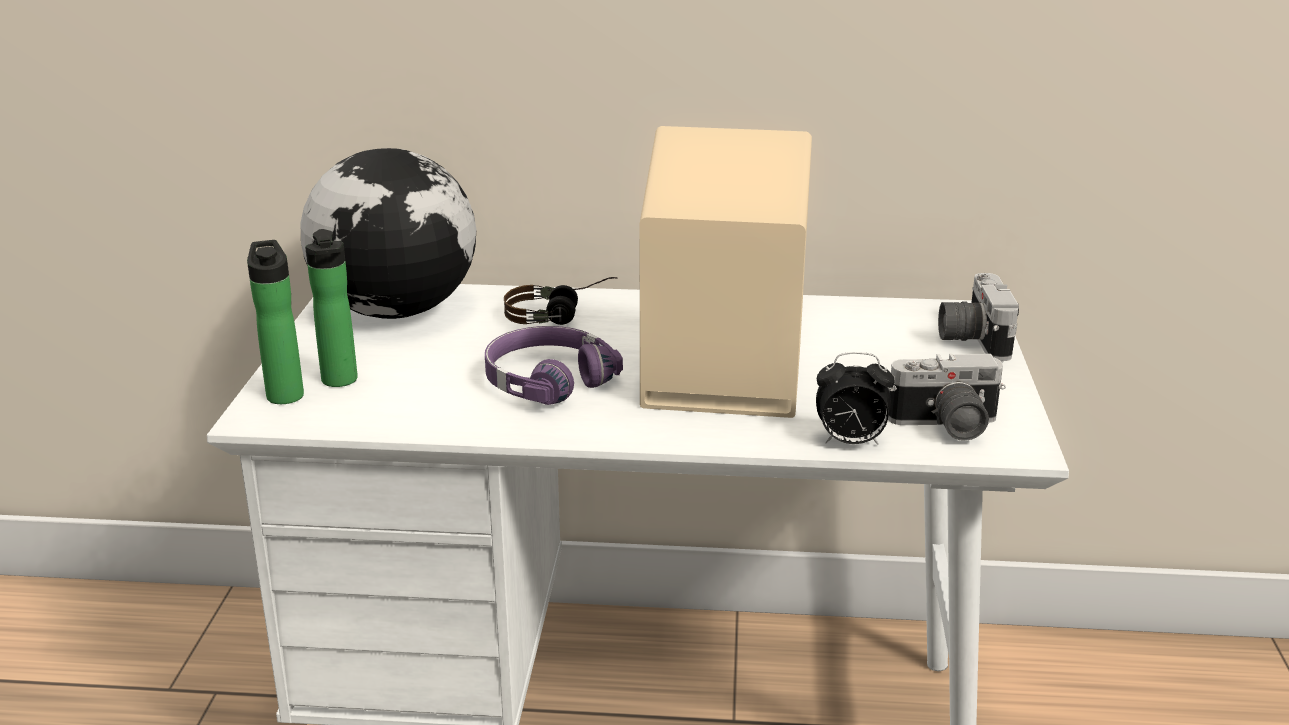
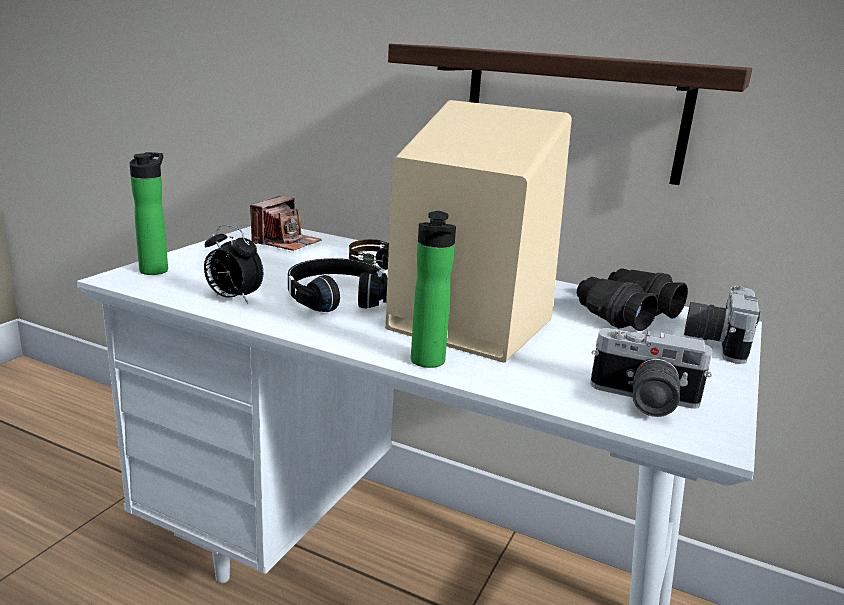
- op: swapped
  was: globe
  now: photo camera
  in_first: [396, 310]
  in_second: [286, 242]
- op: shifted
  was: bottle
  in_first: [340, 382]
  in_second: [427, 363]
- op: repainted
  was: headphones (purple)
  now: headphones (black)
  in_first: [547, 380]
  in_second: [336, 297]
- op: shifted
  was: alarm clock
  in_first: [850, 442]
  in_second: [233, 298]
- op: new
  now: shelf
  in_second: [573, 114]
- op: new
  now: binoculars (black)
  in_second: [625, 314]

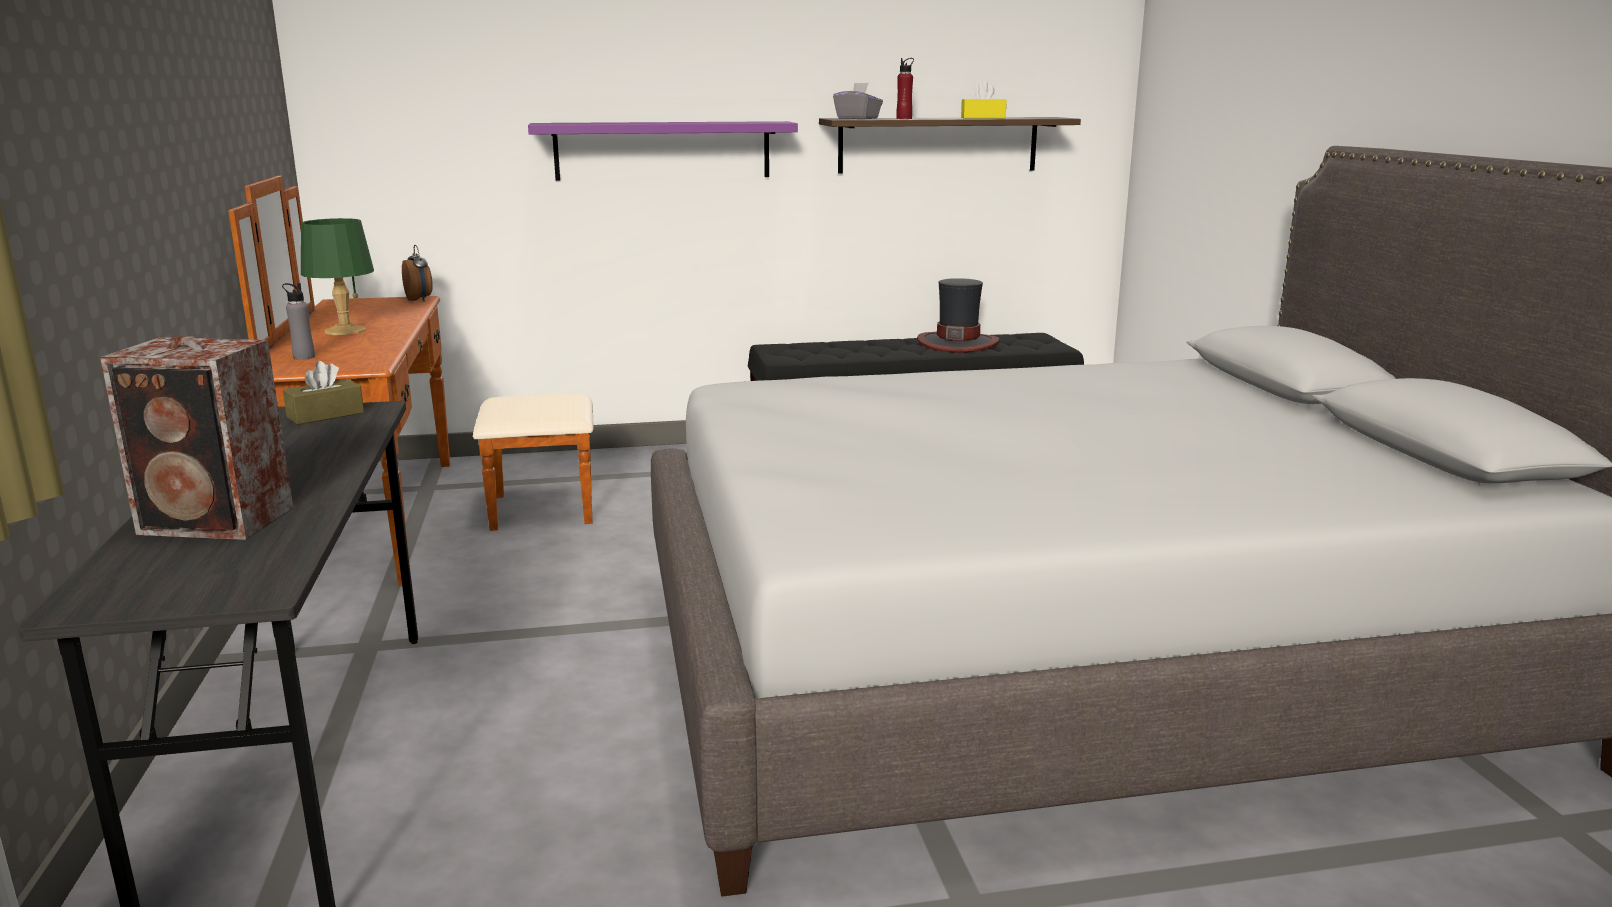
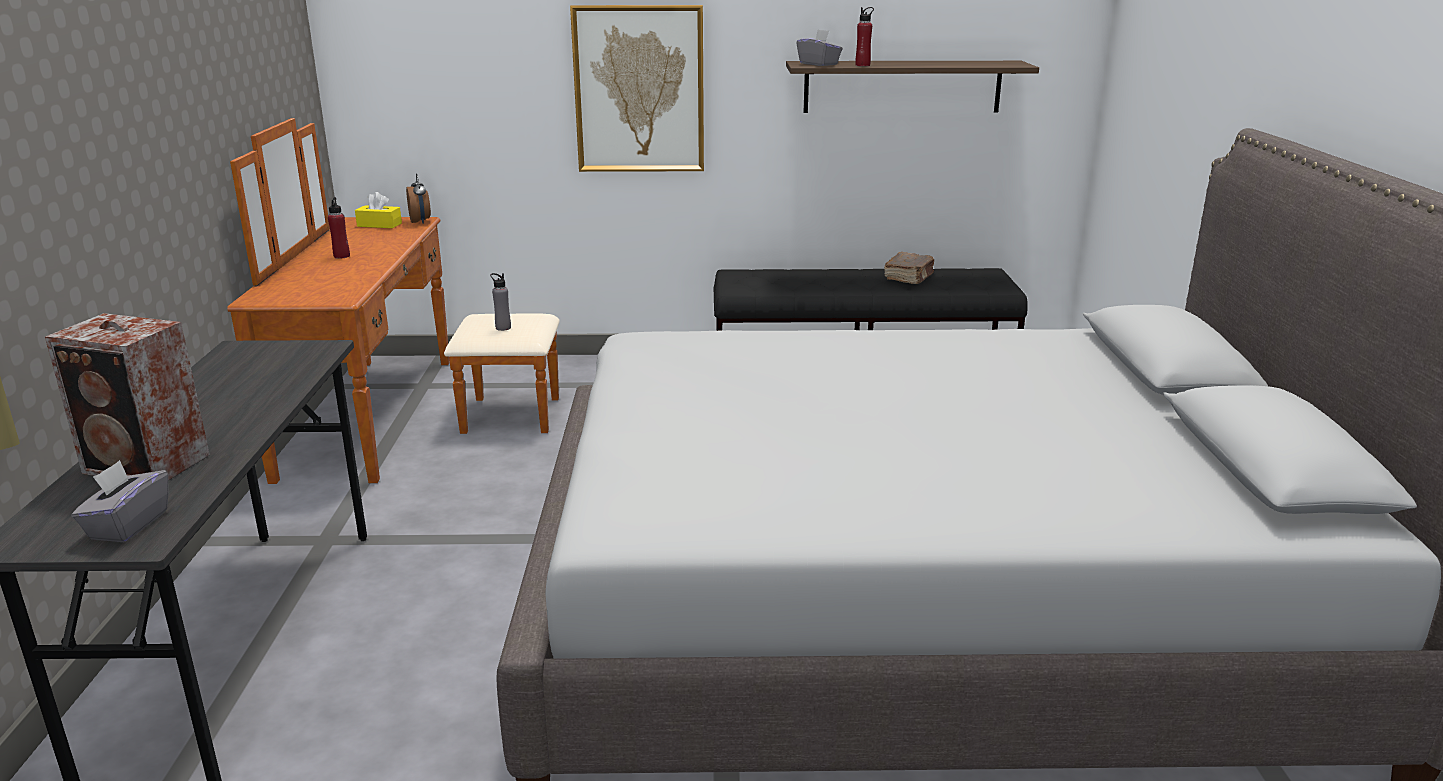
- op: shifted
  was: bottle (grey)
  in_first: [304, 357]
  in_second: [503, 328]
- op: gone
  was: tissue box (brown)
  in_first: [325, 415]
- op: swapped
  was: table lamp (green)
  now: bottle (red)
  in_first: [345, 330]
  in_second: [342, 256]
- op: swapped
  was: shelf (purple)
  now: picture
  in_first: [663, 150]
  in_second: [639, 89]
- op: swapped
  was: hat
  now: book (brown)
  in_first: [957, 343]
  in_second: [909, 278]
- op: shifted
  was: tissue box (yellow)
  in_first: [983, 118]
  in_second: [379, 225]
- op: new
  now: tissue box (grey)
  in_second: [128, 525]

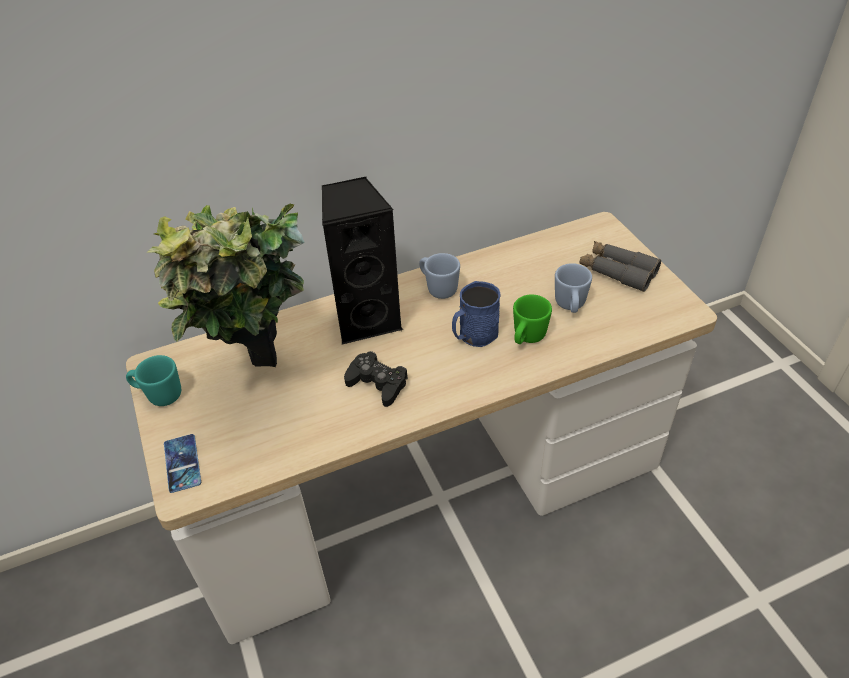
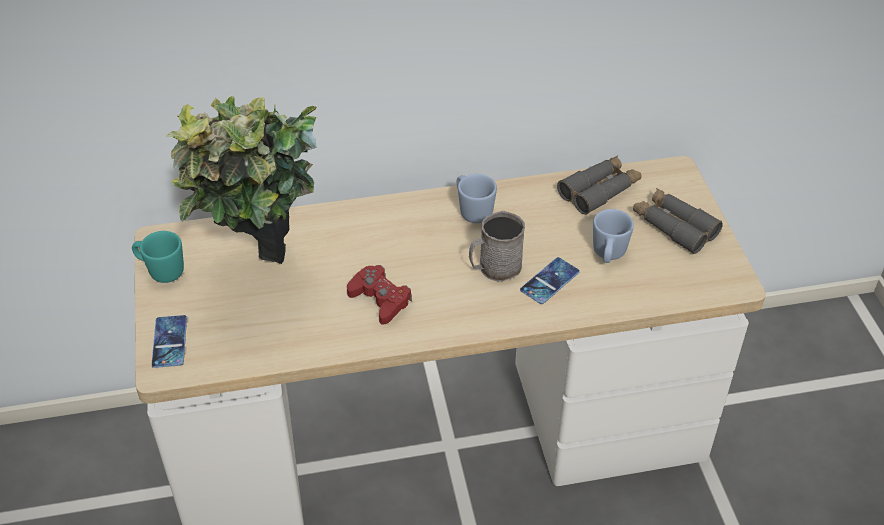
- op: gone
  was: speaker (black)
  in_first: [367, 319]
- op: repainted
  was: game controller (black)
  now: game controller (red)
  in_first: [377, 383]
  in_second: [380, 299]
- op: repainted
  was: mug (blue)
  now: mug (grey)
  in_first: [474, 335]
  in_second: [494, 268]
- op: swapped
  was: mug (green)
  now: phone
  in_first: [527, 338]
  in_second: [549, 281]
- op: new
  now: binoculars (grey)
  in_second: [599, 190]

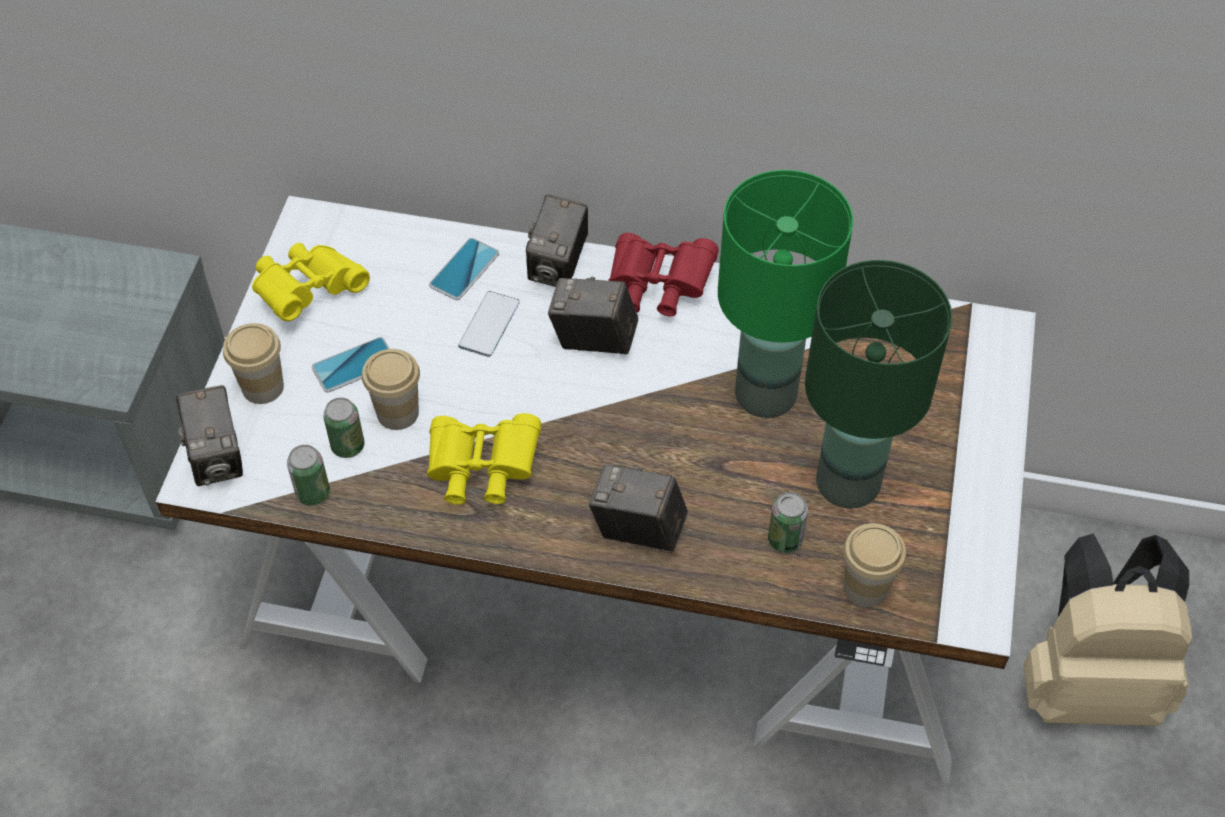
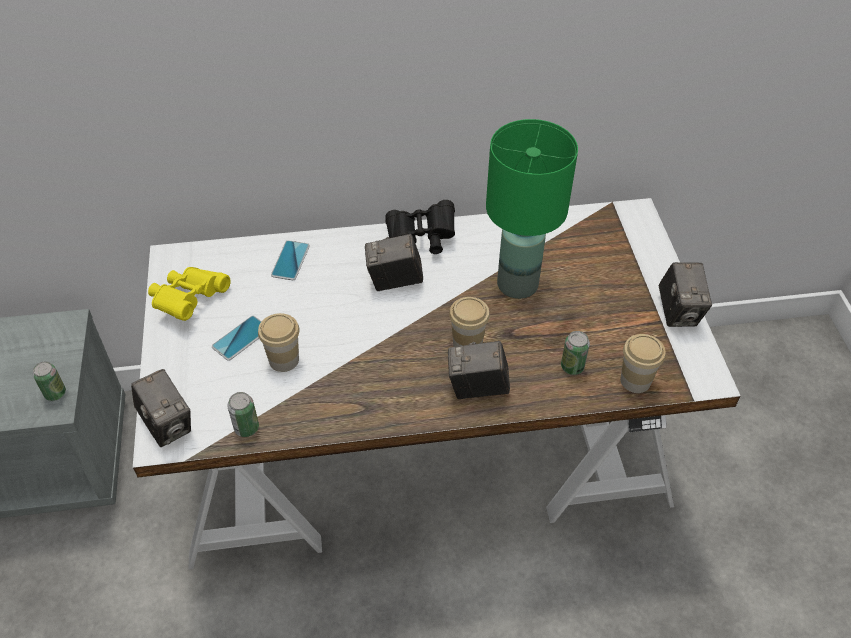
- op: shifted
  was: cup
  in_first: [263, 387]
  in_second: [467, 343]
- op: shifted
  was: can
  in_first: [348, 446]
  in_second: [55, 393]
- op: gone
  was: binoculars (yellow)
  in_first: [481, 470]
- op: gone
  was: phone
  in_first: [489, 324]
- op: shifted
  was: photo camera
  in_first: [558, 266]
  in_second: [678, 312]
- op: repainted
  was: binoculars (red)
  now: binoculars (black)
  in_first: [658, 287]
  in_second: [420, 240]
- op: gone
  was: table lamp (green)
  in_first: [847, 484]
- op: gone
  was: backpack (beige)
  in_first: [1088, 683]

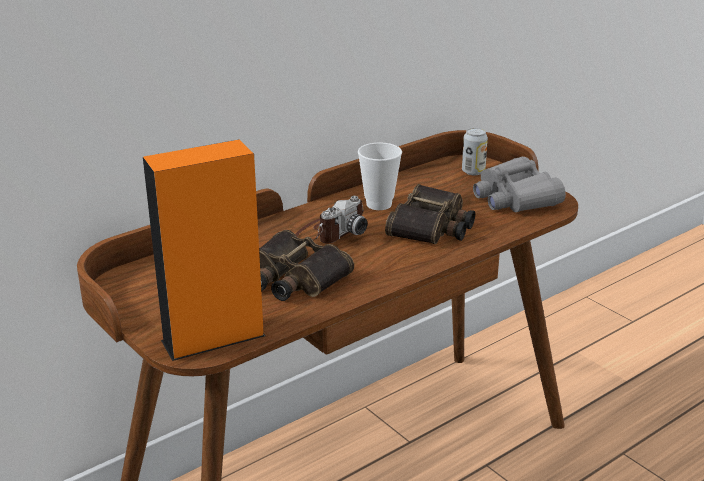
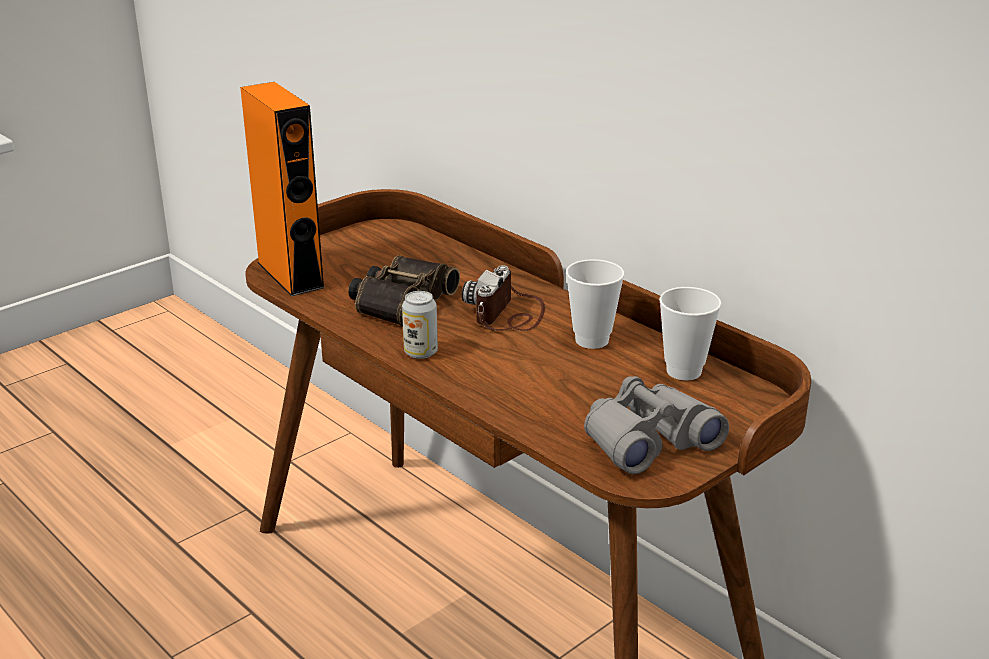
- op: rotated
  was: photo camera
  in_first: [330, 232]
  in_second: [508, 315]
  clockwise: 75
- op: gone
  was: binoculars
  in_first: [432, 226]
- op: shifted
  was: can
  in_first: [473, 171]
  in_second: [420, 352]
- op: new
  now: cup
  in_second: [684, 371]

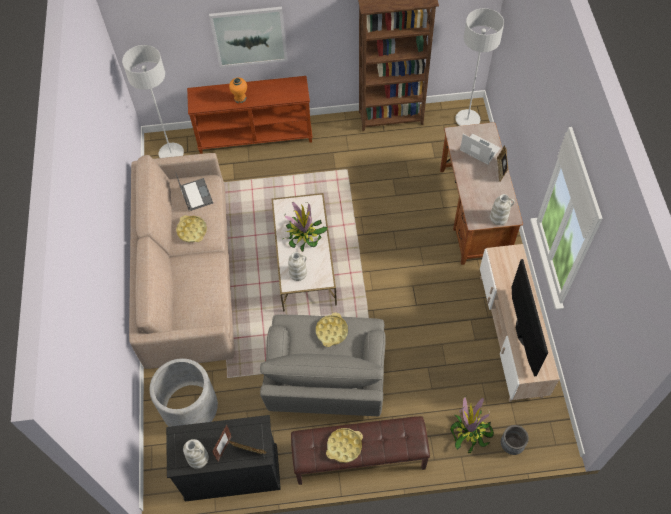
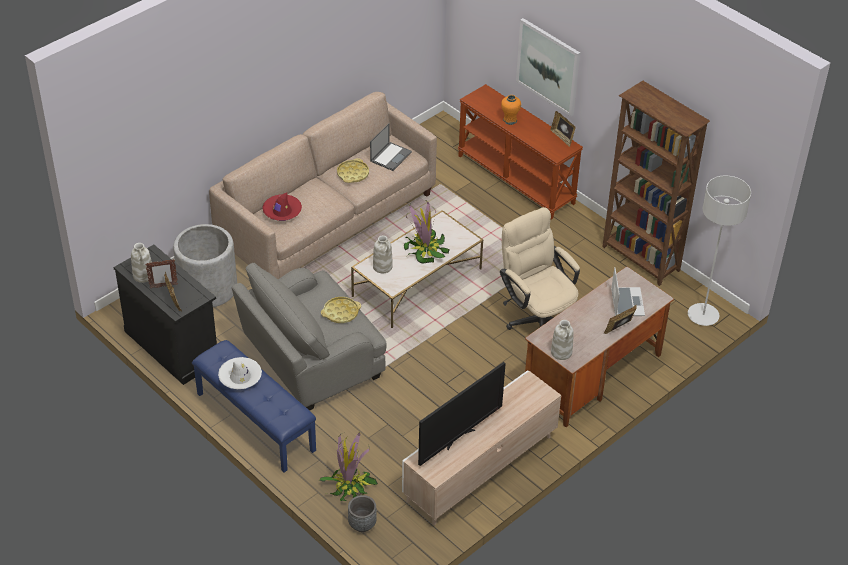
- op: gone
  was: floor lamp (grey)
  in_first: [171, 153]
- op: repainted
  was: bench (brown)
  now: bench (blue)
  in_first: [359, 459]
  in_second: [254, 422]
- op: swapped
  was: tray (yellow)
  now: hat (white)
  in_first: [344, 446]
  in_second: [240, 377]
- op: new
  now: hat (red)
  in_second: [282, 211]
- op: new
  now: office chair (beige)
  in_second: [537, 317]
- op: new
  now: picture frame
  in_second: [562, 137]

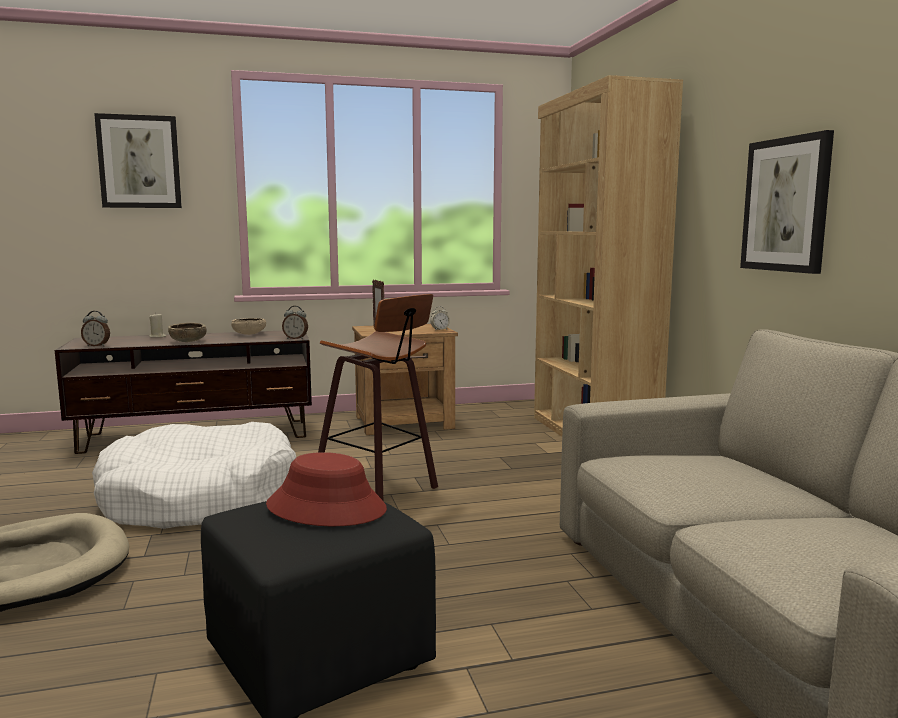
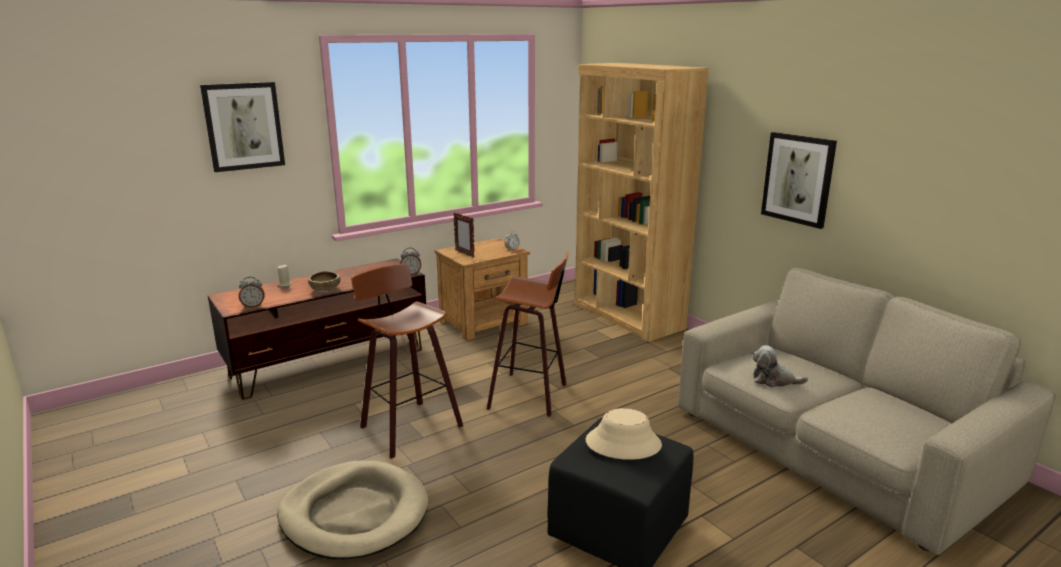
- op: swapped
  was: dog bed (white)
  now: stool
  in_first: [200, 499]
  in_second: [407, 426]
- op: gone
  was: bowl (beige)
  in_first: [249, 334]
- op: repainted
  was: hat (red)
  now: hat (beige)
  in_first: [326, 507]
  in_second: [623, 443]
- op: new
  now: plush toy
  in_second: [773, 380]

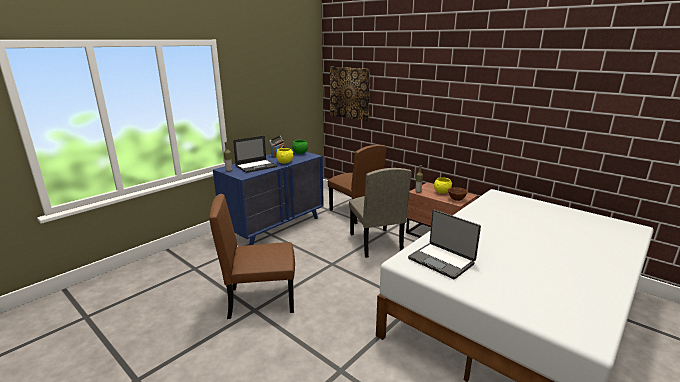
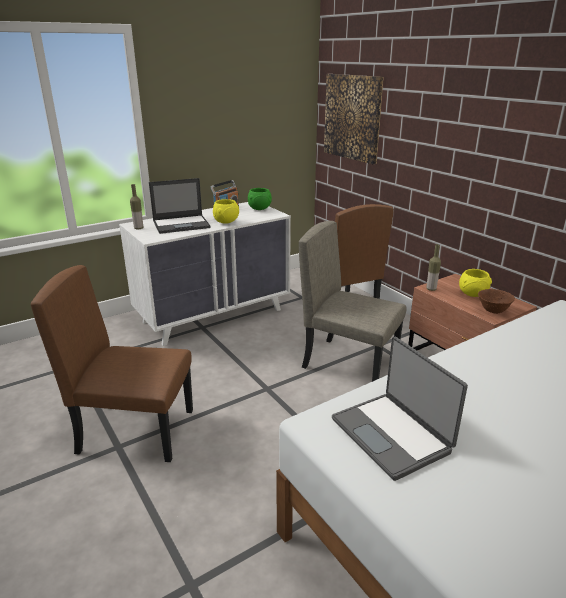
- op: repainted
  was: dresser (blue)
  now: dresser (white)
  in_first: [275, 226]
  in_second: [214, 315]
- op: rotated
  was: chair (beige)
  in_first: [375, 243]
  in_second: [350, 362]
  clockwise: 120

